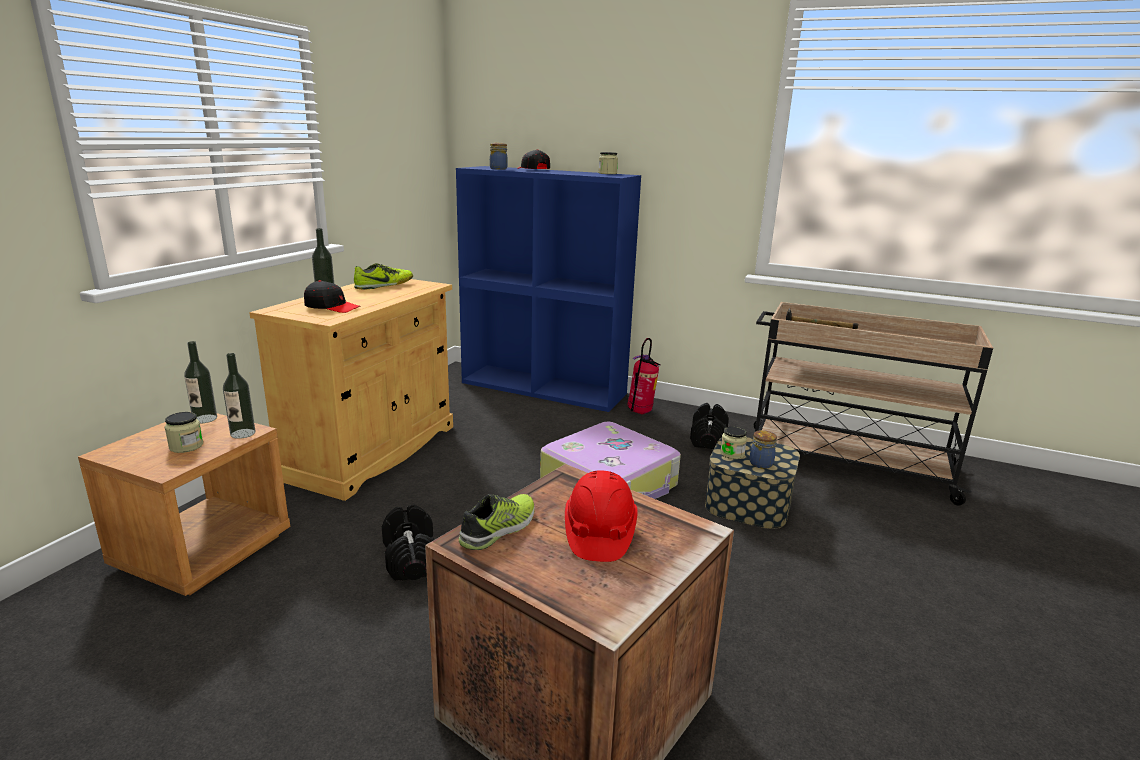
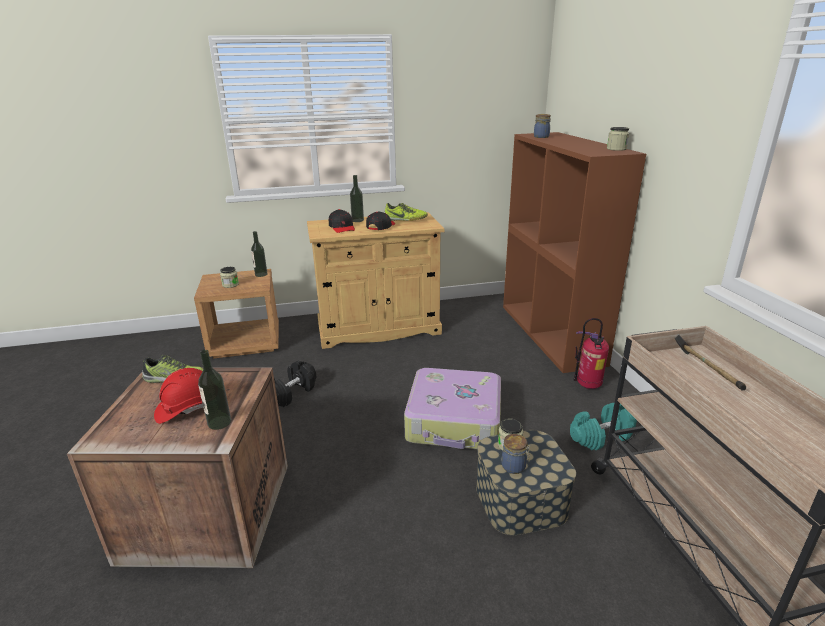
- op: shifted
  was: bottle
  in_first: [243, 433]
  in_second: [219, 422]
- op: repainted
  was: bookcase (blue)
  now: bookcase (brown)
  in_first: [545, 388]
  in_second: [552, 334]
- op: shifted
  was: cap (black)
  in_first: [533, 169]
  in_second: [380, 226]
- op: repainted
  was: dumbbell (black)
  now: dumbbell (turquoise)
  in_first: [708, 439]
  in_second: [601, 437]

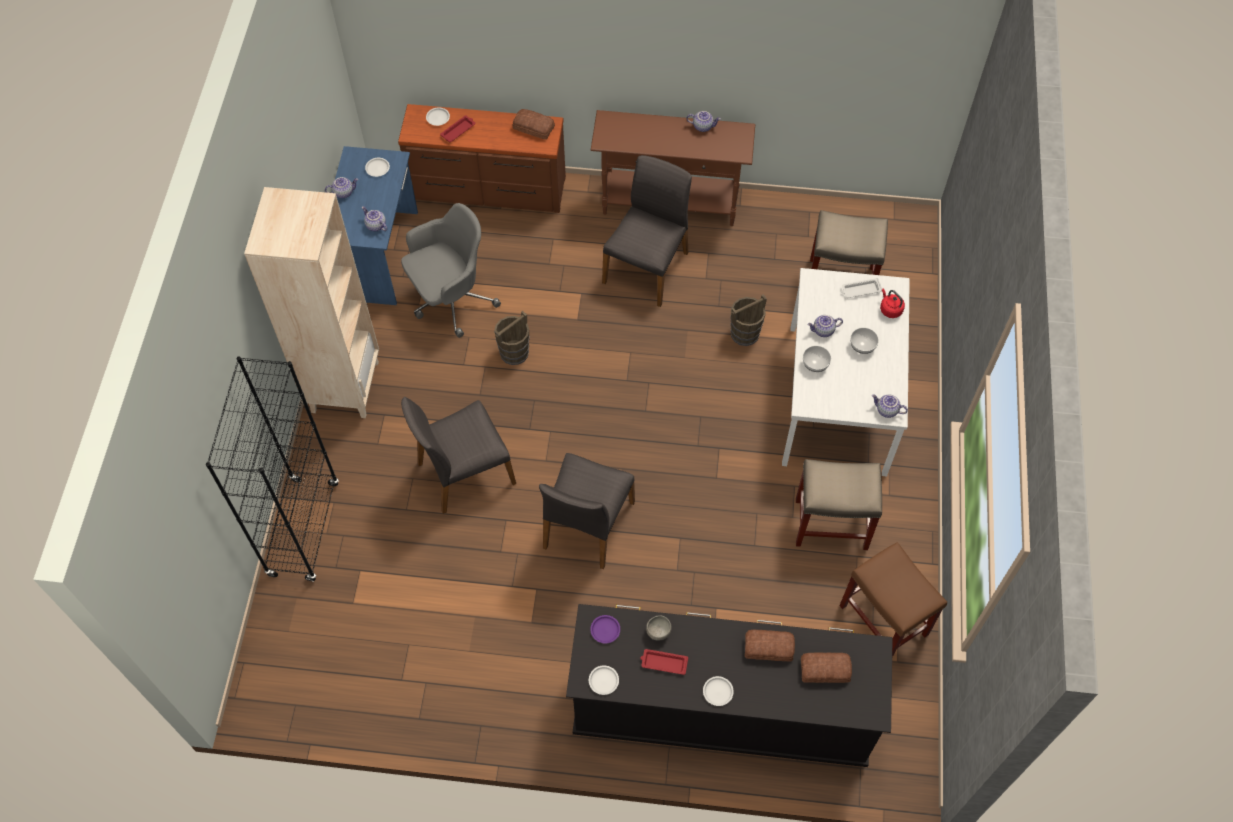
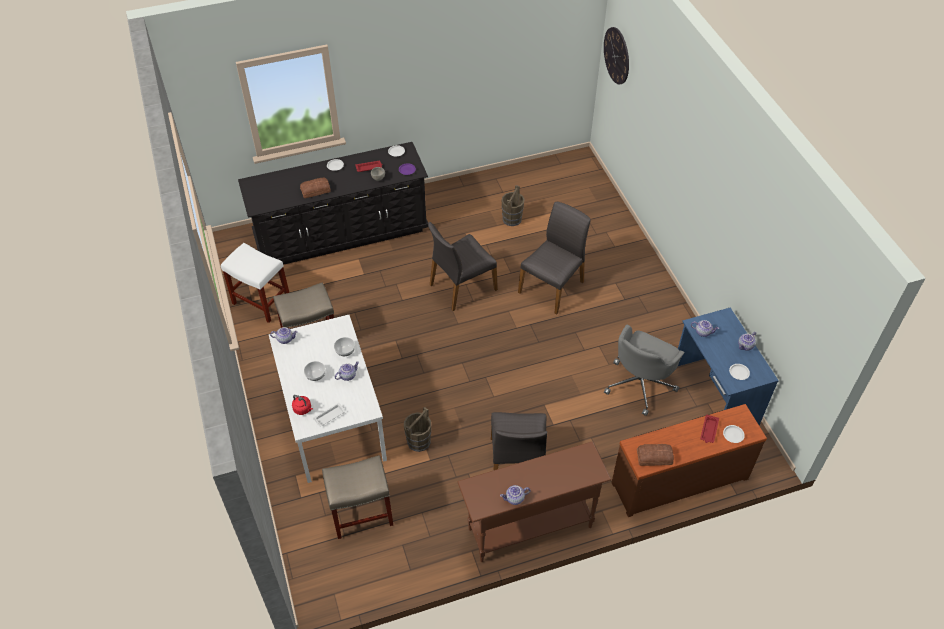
- op: gone
  was: bookcase (black)
  in_first: [304, 529]
- op: gone
  was: bookcase (beige)
  in_first: [344, 386]
- op: shifted
  was: bucket (brown)
  in_first: [514, 352]
  in_second: [512, 219]
- op: rotated
  was: chair (grey)
  in_first: [587, 525]
  in_second: [462, 287]
  clockwise: -120
- op: gone
  was: bread
  in_first: [825, 671]
- op: repainted
  was: stool (brown)
  now: stool (white)
  in_first: [884, 621]
  in_second: [261, 301]
- op: new
  now: wall clock
  in_second: [616, 55]

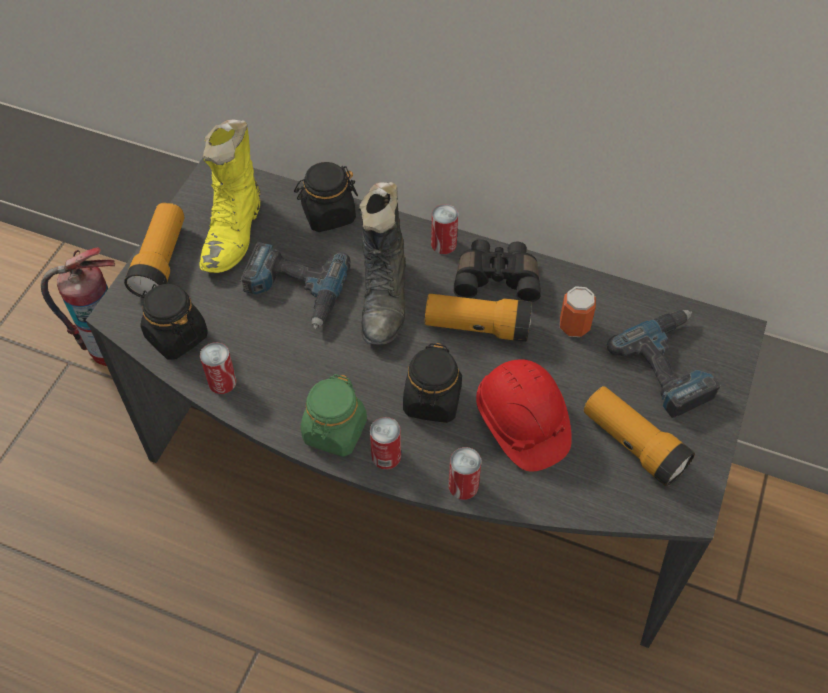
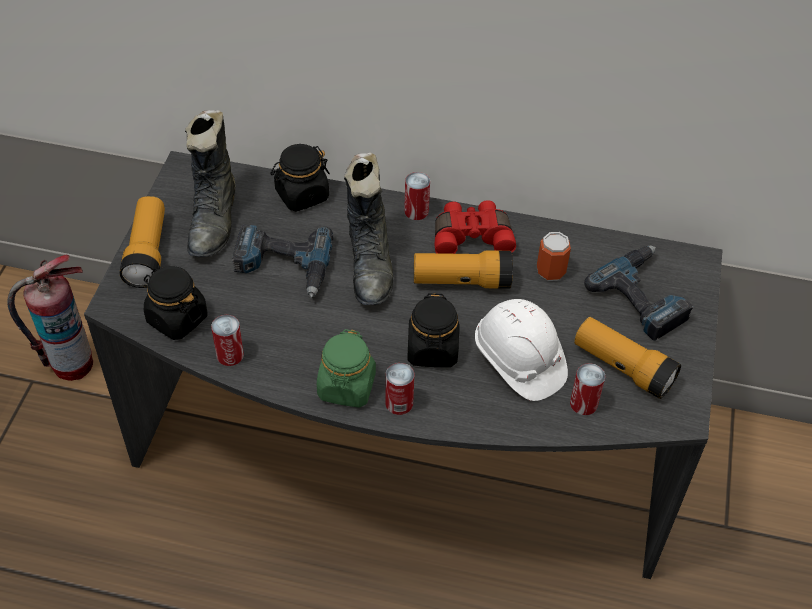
- op: repainted
  was: boot (yellow)
  now: boot (black)
  in_first: [235, 233]
  in_second: [214, 220]
- op: shifted
  was: can
  in_first: [463, 486]
  in_second: [583, 403]
- op: repainted
  was: binoculars (black)
  now: binoculars (red)
  in_first: [497, 278]
  in_second: [472, 236]
- op: repainted
  was: hard hat (red)
  now: hard hat (white)
  in_first: [521, 424]
  in_second: [518, 361]

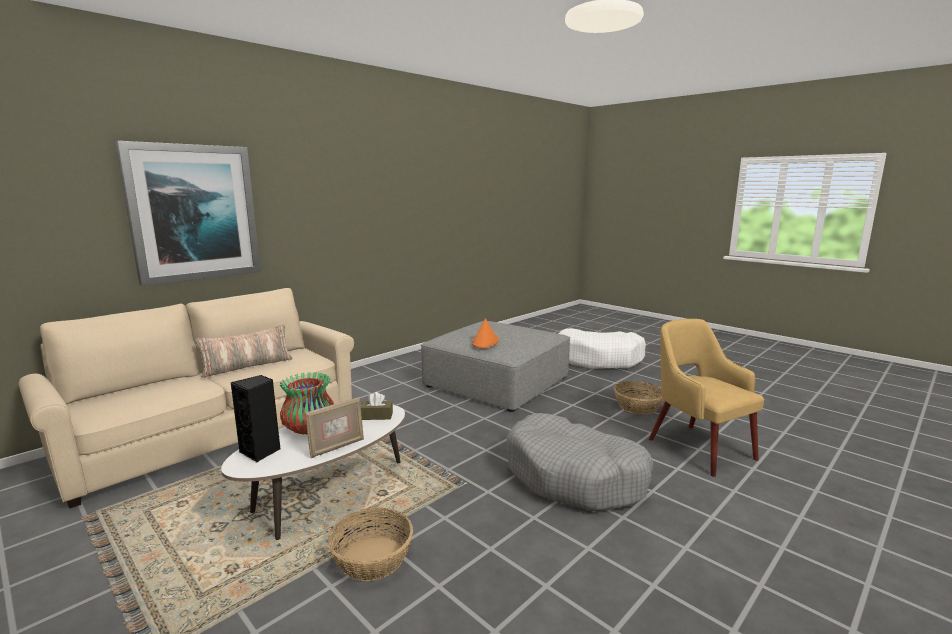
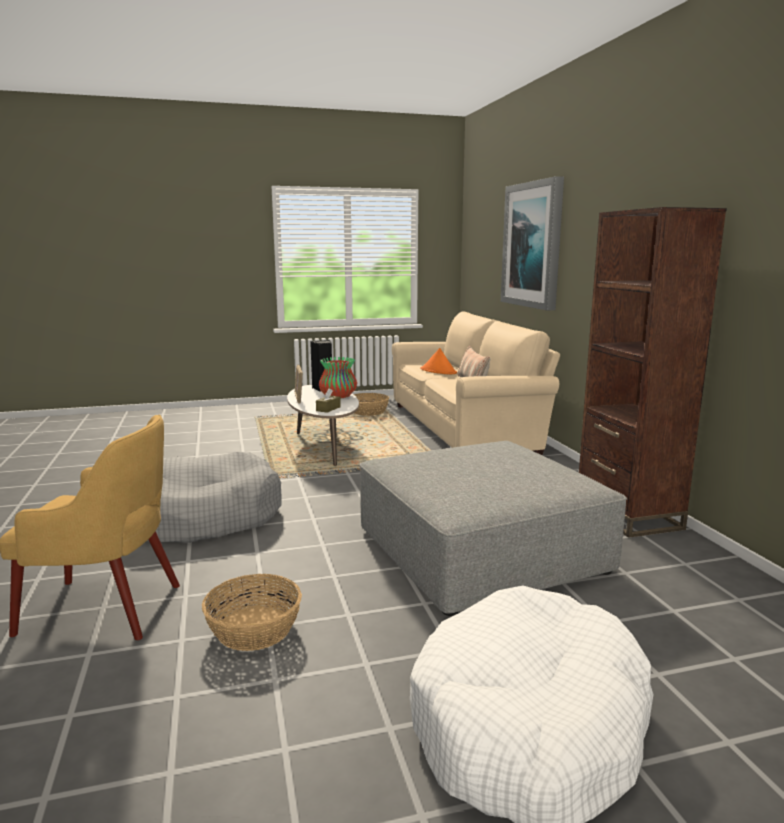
- op: shifted
  was: basket
  in_first: [373, 558]
  in_second: [368, 412]
- op: shifted
  was: hat (orange)
  in_first: [485, 342]
  in_second: [438, 371]
- op: new
  now: bookcase (brown)
  in_second: [627, 514]

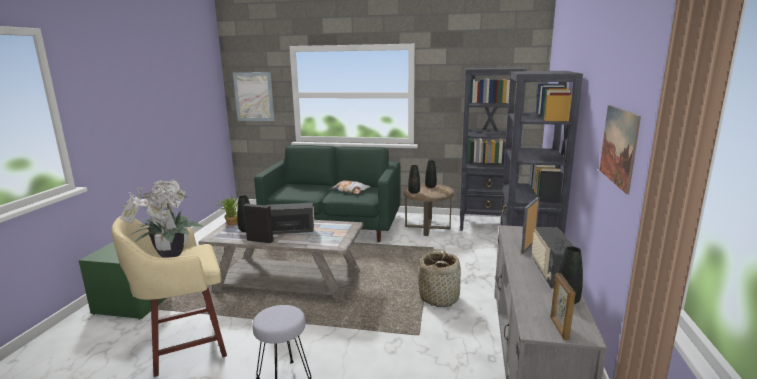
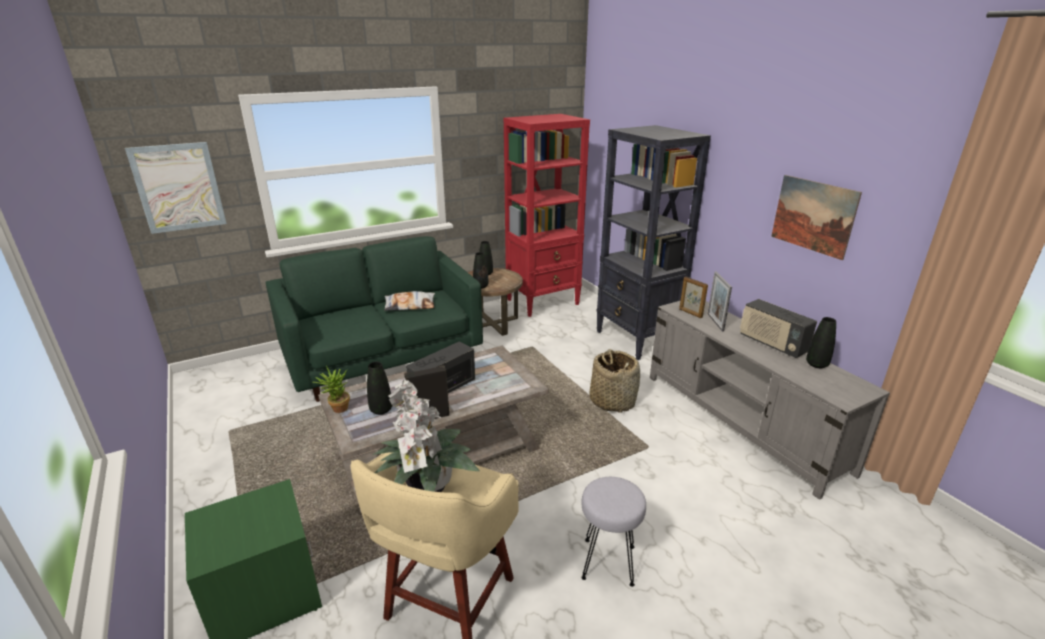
- op: repainted
  was: bookcase (black)
  now: bookcase (red)
  in_first: [486, 225]
  in_second: [543, 302]
- op: shifted
  was: picture frame
  in_first: [559, 328]
  in_second: [690, 313]

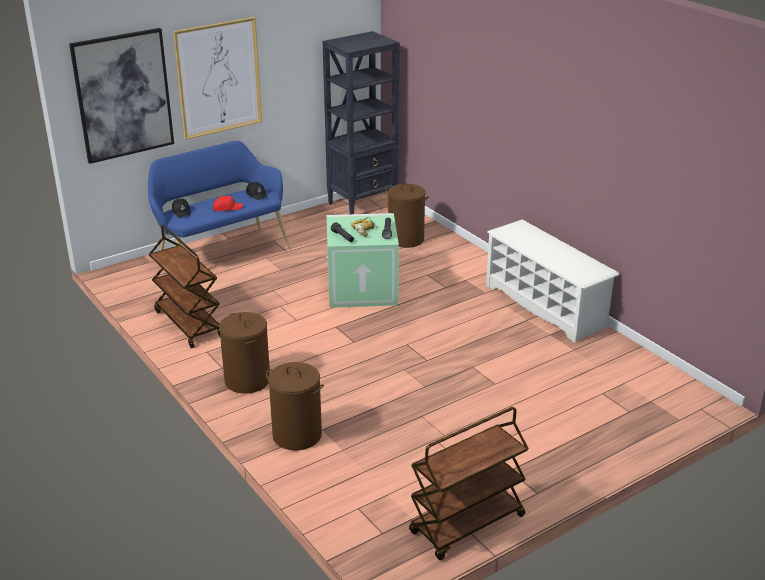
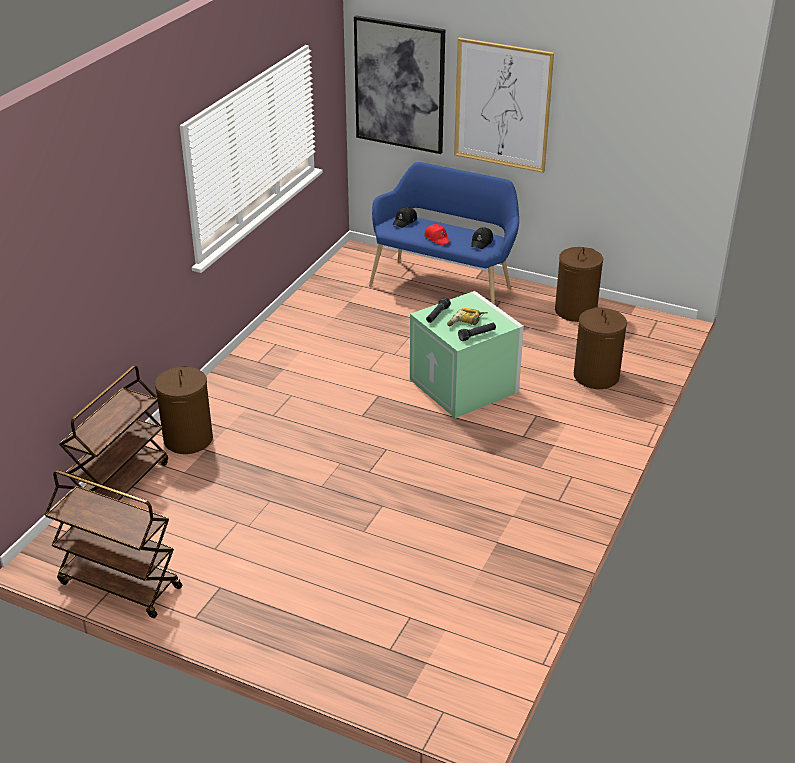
- op: shifted
  was: cart (brown)
  in_first: [188, 324]
  in_second: [121, 485]
- op: shifted
  was: laundry basket (brown)
  in_first: [247, 380]
  in_second: [575, 310]
- op: gone
  was: bookcase (black)
  in_first: [363, 204]
- op: gone
  was: shoe rack (white)
  in_first: [545, 306]

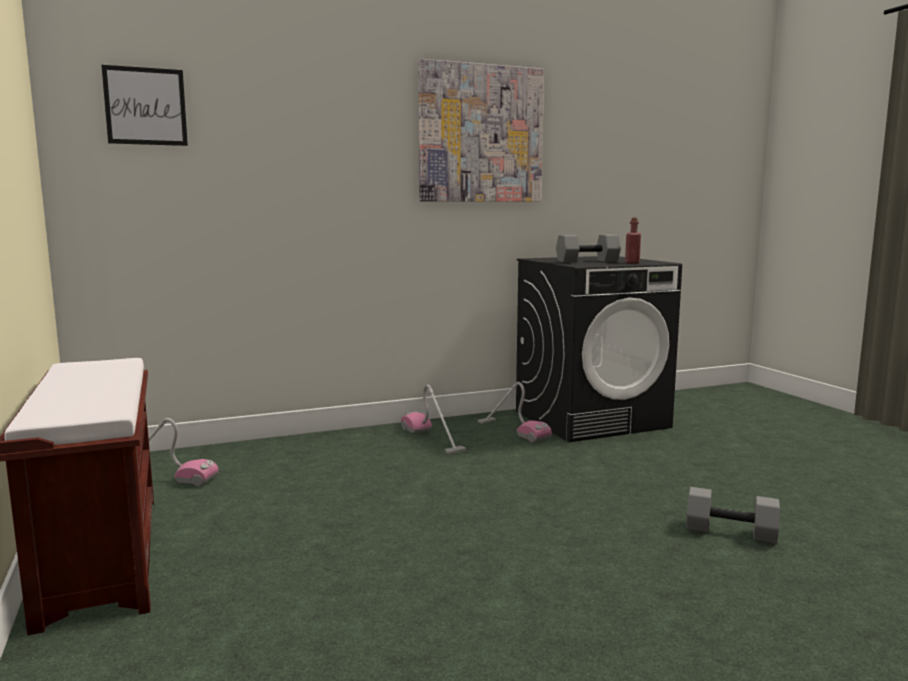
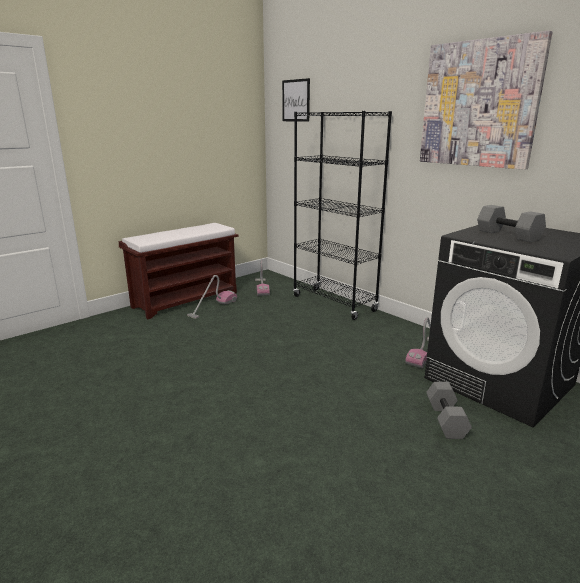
- op: shifted
  was: vacuum cleaner
  in_first: [432, 438]
  in_second: [213, 307]
- op: gone
  was: bottle (red)
  in_first: [632, 262]
- op: shifted
  was: dumbbell (grey)
  in_first: [731, 531]
  in_second: [447, 420]
- op: new
  now: bookcase (black)
  in_second: [334, 303]

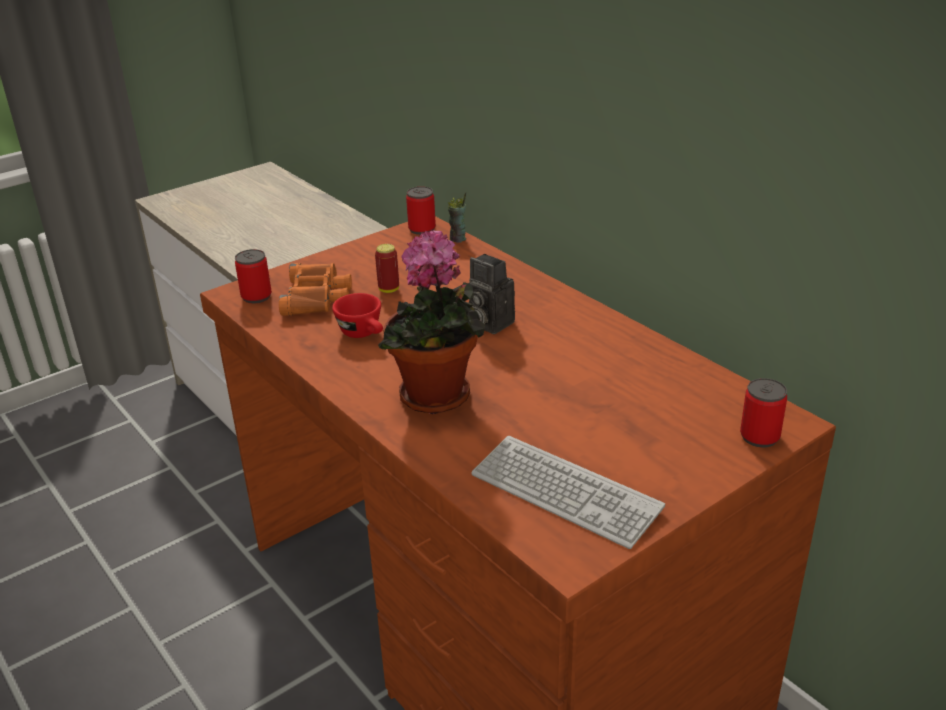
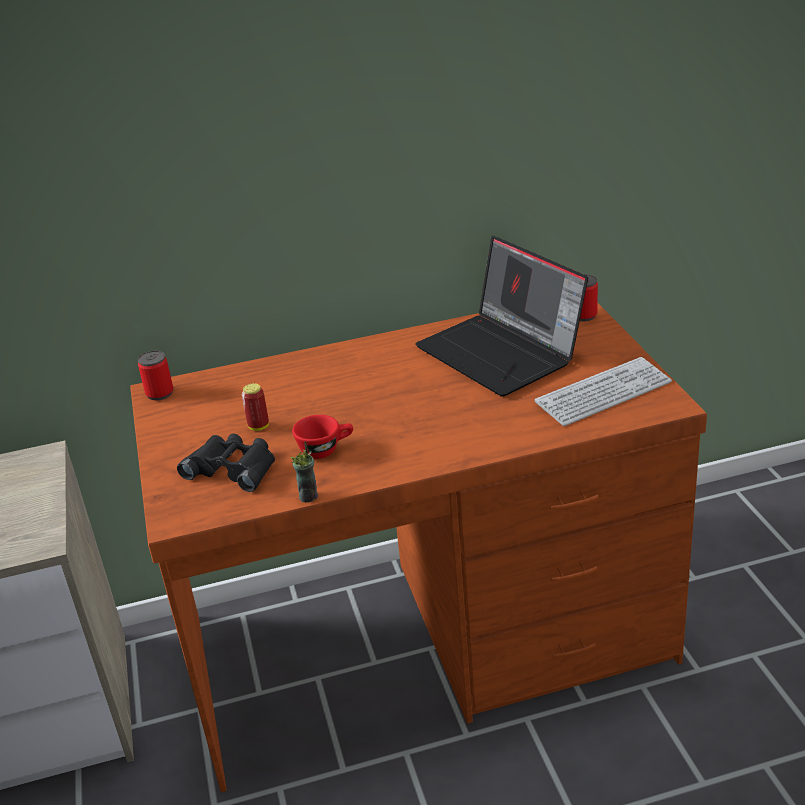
- op: gone
  was: can
  in_first: [256, 296]
- op: repainted
  was: binoculars (orange)
  now: binoculars (black)
  in_first: [317, 297]
  in_second: [233, 468]
- op: gone
  was: potted plant
  in_first: [437, 399]
- op: shifted
  was: cup
  in_first: [458, 239]
  in_second: [309, 496]
- op: gone
  was: photo camera
  in_first: [488, 323]
- op: new
  now: laptop
  in_second: [502, 353]

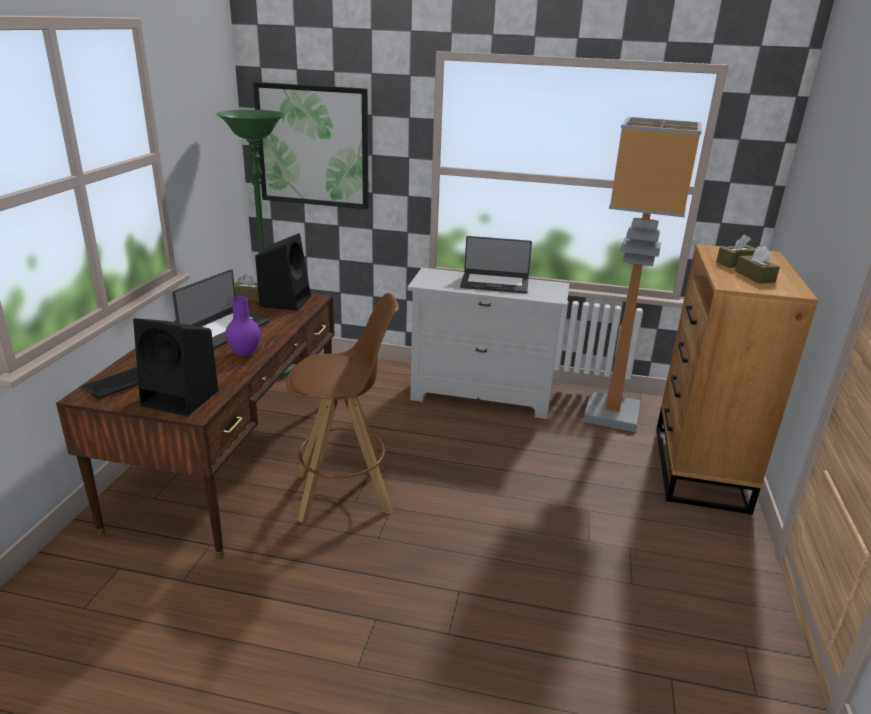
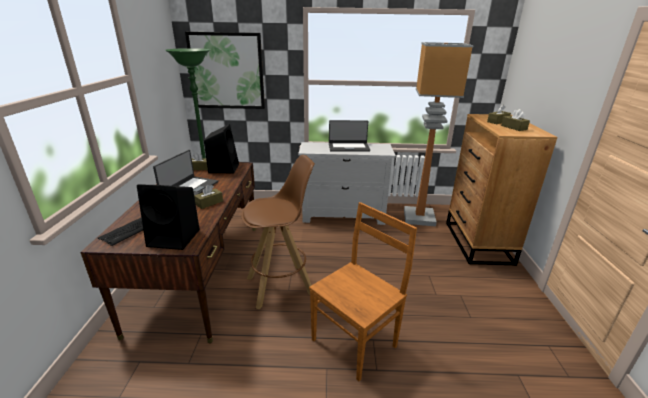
- op: swapped
  was: vase (purple)
  now: tissue box (brown)
  in_first: [245, 353]
  in_second: [209, 203]
- op: new
  now: chair (brown)
  in_second: [355, 341]

